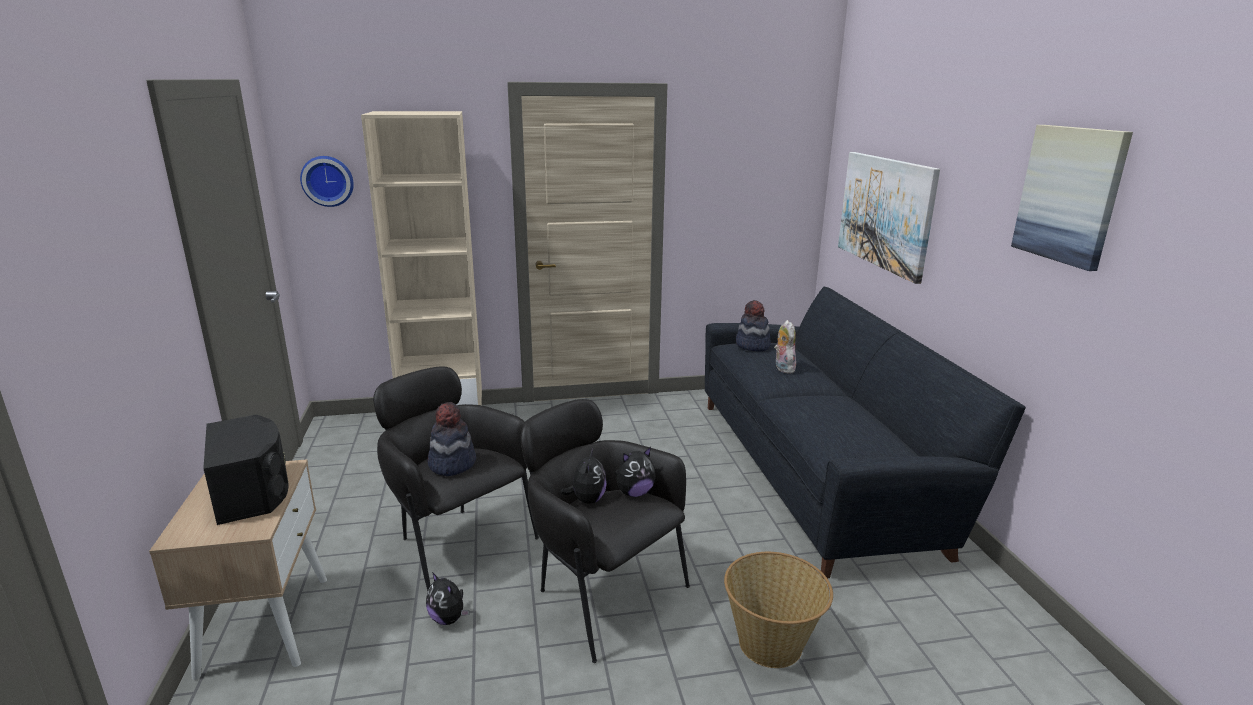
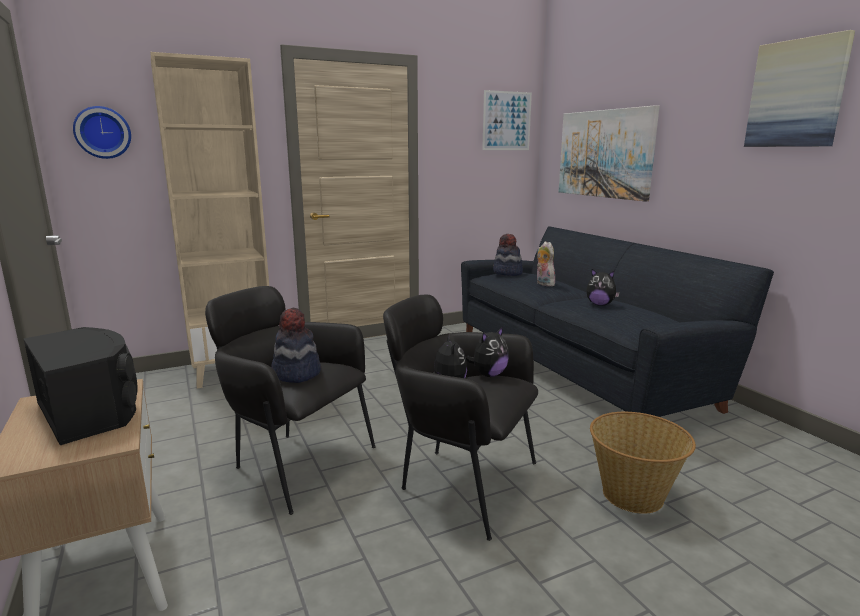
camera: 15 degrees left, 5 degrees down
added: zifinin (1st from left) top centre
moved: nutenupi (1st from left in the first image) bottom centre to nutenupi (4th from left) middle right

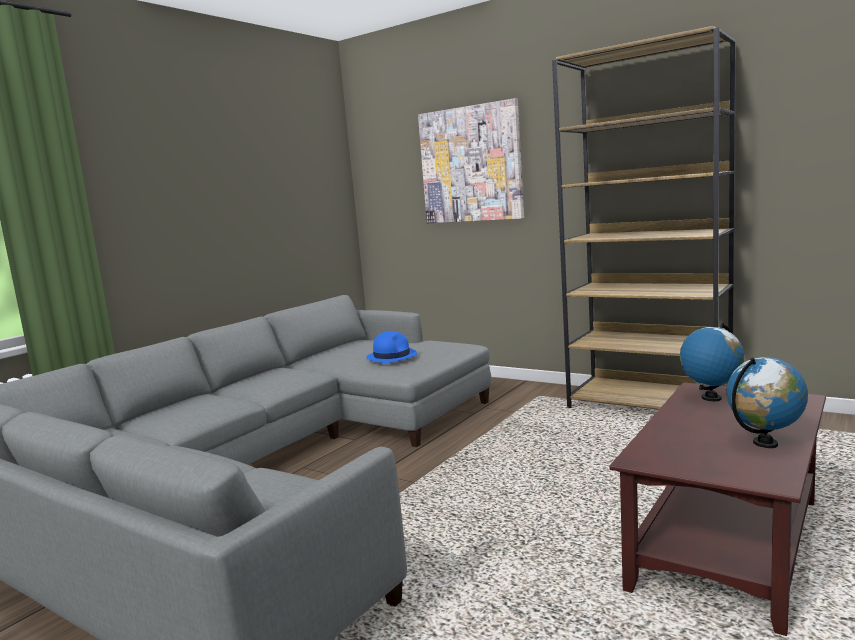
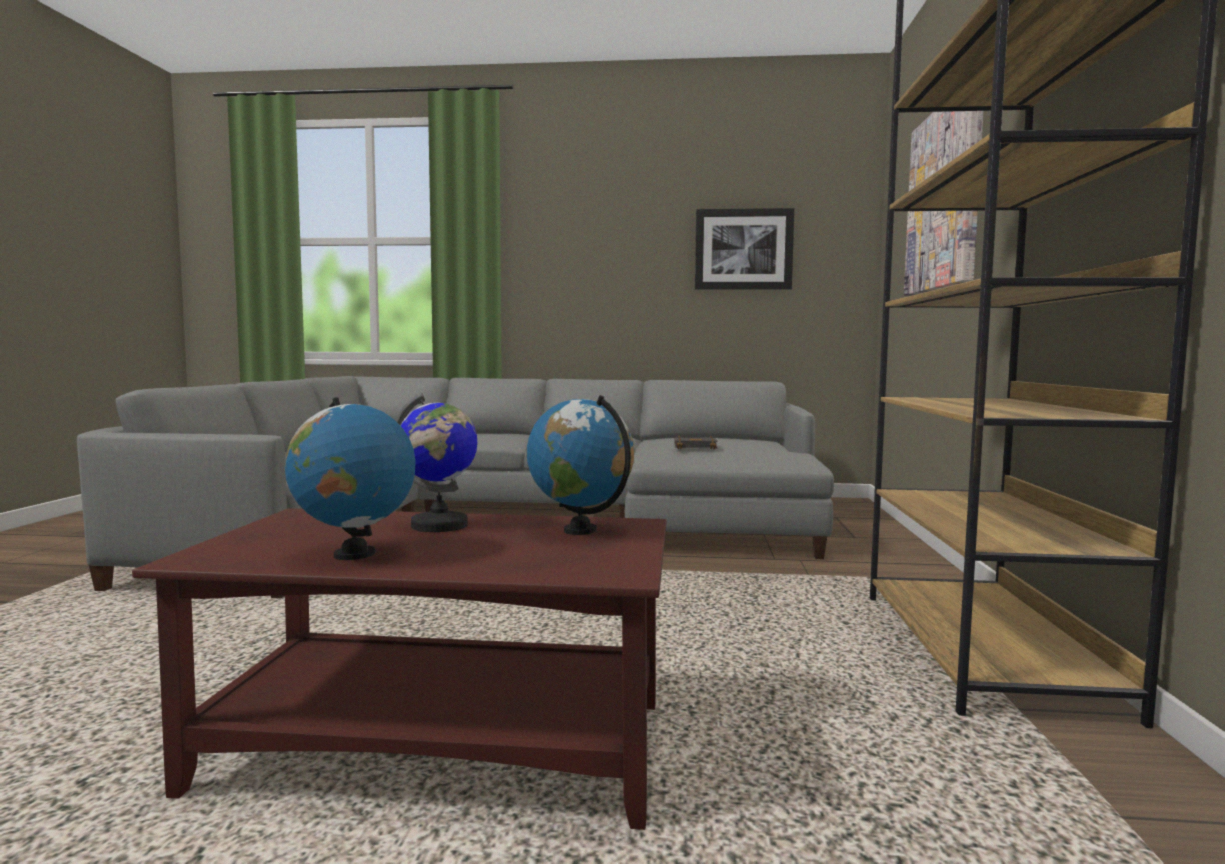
camera: 60 degrees right, 5 degrees down
added: zifinin (1st from left) top centre; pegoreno (2nd from left) centre
replaced: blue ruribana centre to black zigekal centre

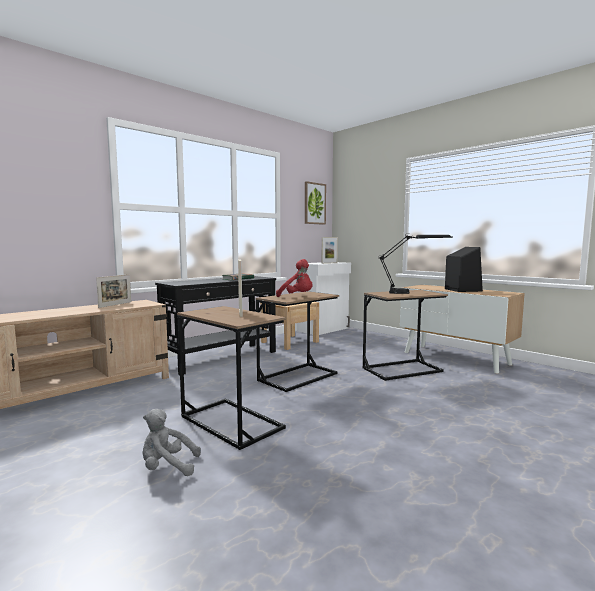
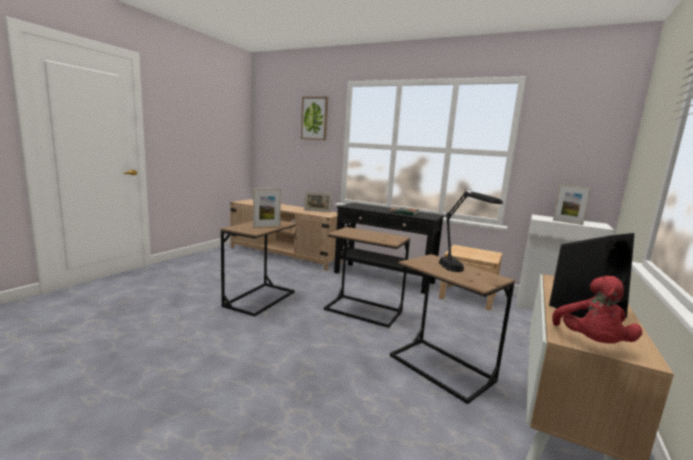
camera: 70 degrees right, 5 degrees up
removed: grey nutenupi bottom left
moved: zifinin centre to top centre; red nutenupi centre to bottom right

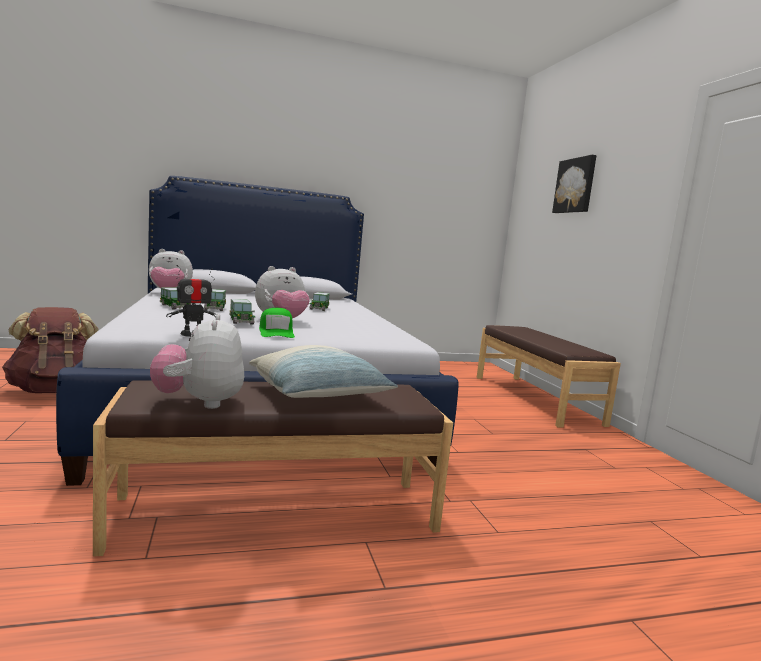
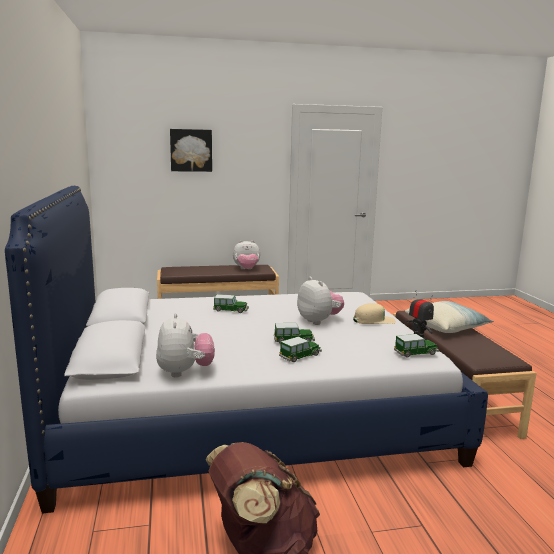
camera: 85 degrees left, 5 degrees up
moved: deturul (3rd from left in the first image) middle left to deturul (4th from left) middle right; nutenupi (2nd from left) middle left to centre
recoloured: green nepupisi centre to beige nepupisi middle right

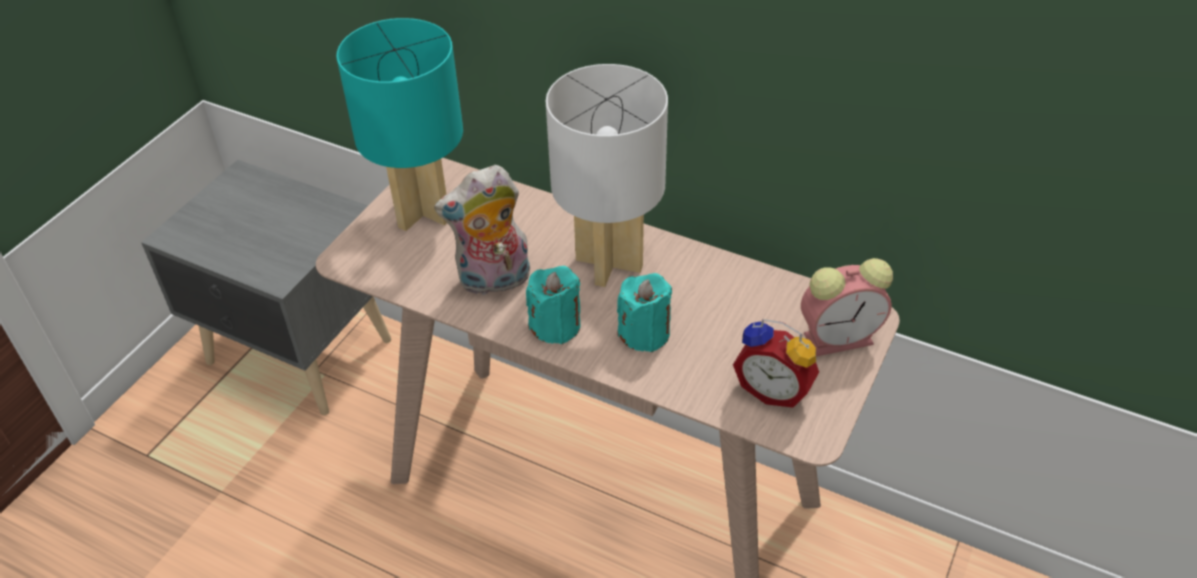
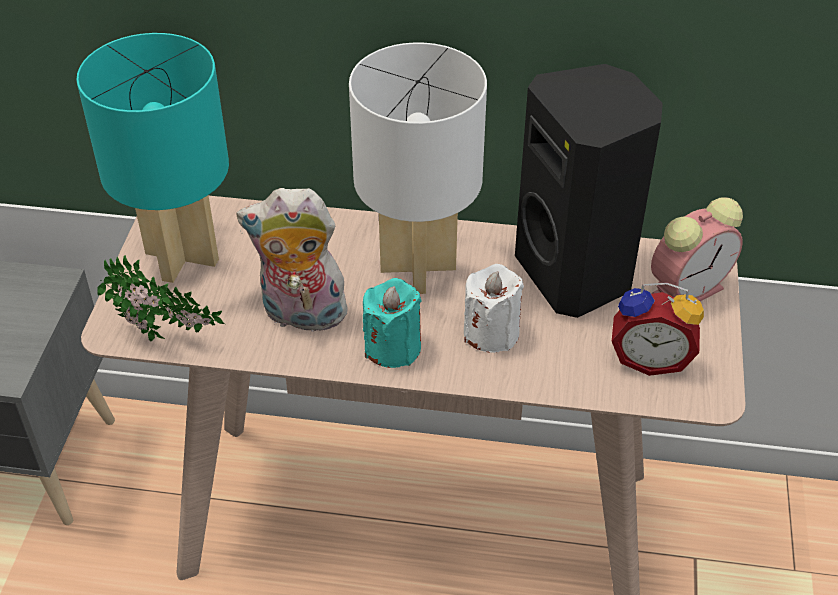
camera: 20 degrees left, 0 degrees up
added: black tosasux top right; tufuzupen middle left
recoloured: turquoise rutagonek (2nd from left) centre to white rutagonek centre
turned: nutenupi centre = centre 45 degrees clockwise

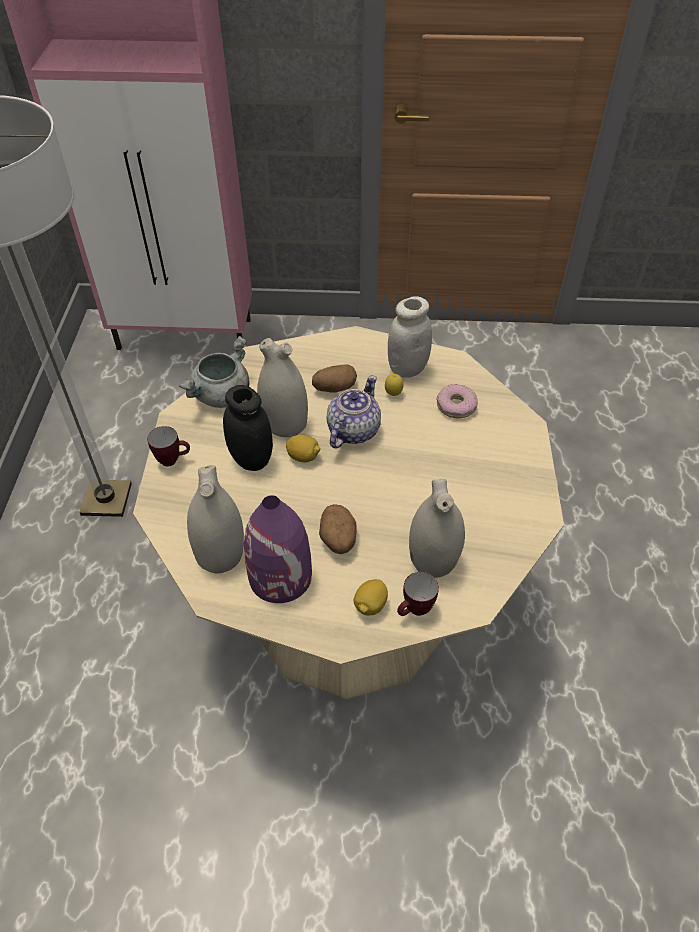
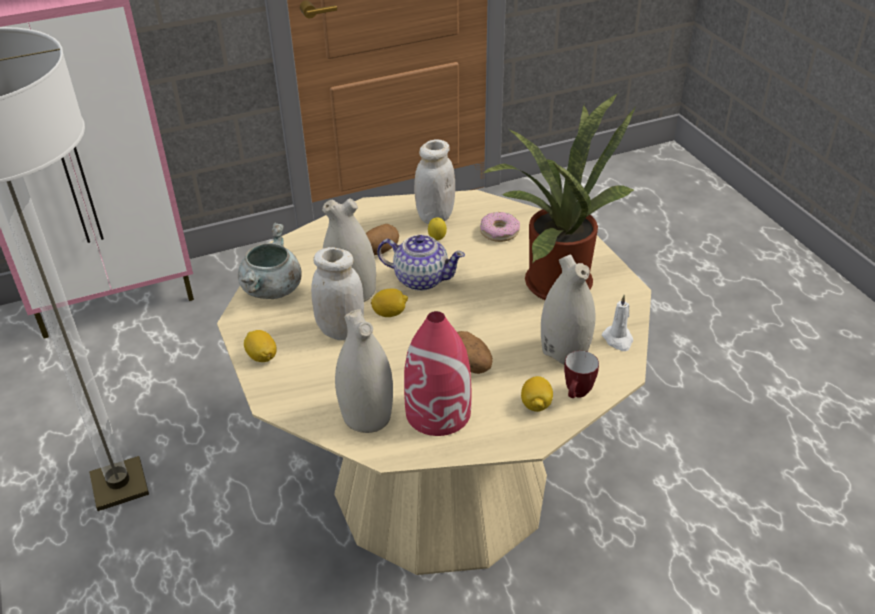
camera: 25 degrees left, 10 degrees down
added: tufuzupen top centre; white rutagonek middle right
replaced: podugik (1st from left) middle left to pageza (1st from left) middle left
recoloured: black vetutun centre to white vetutun (1st from left) centre; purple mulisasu centre to red mulisasu centre
turned: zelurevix centre = centre 105 degrees clockwise

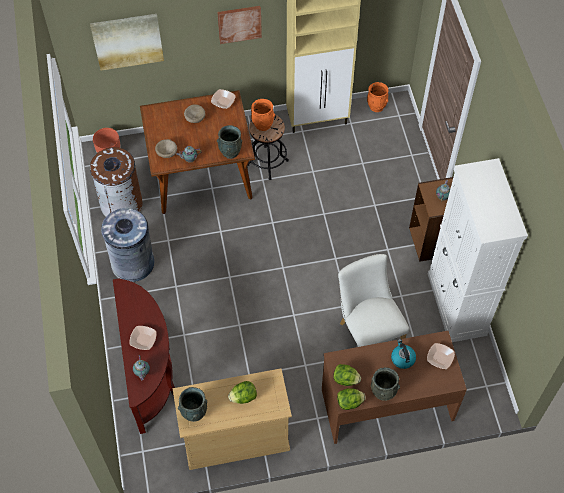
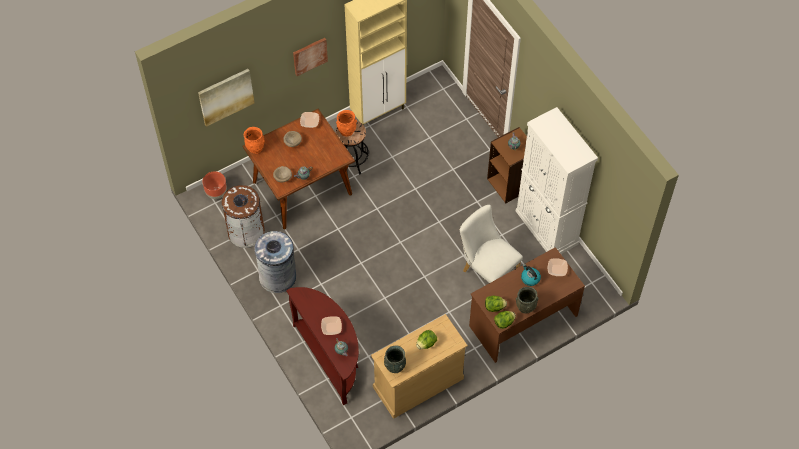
camera: 20 degrees left, 0 degrees up
removed: grey mulisasu (2nd from left) top centre
moved: orange mulisasu (2nd from left in the first image) top right to orange mulisasu (1st from left) top left

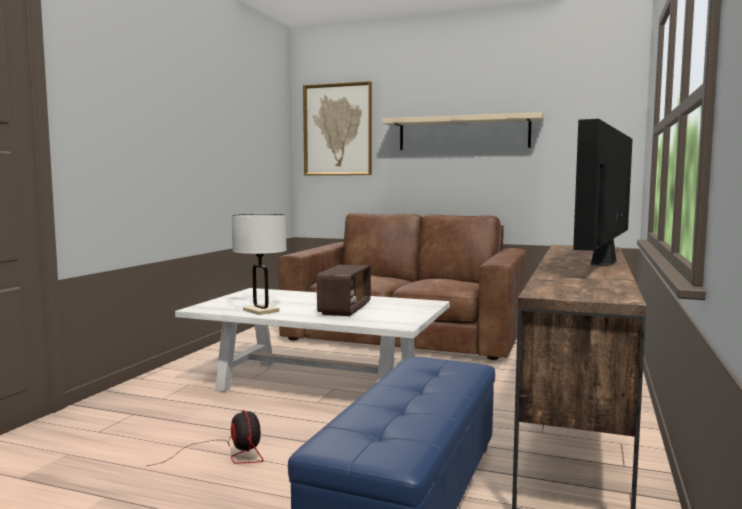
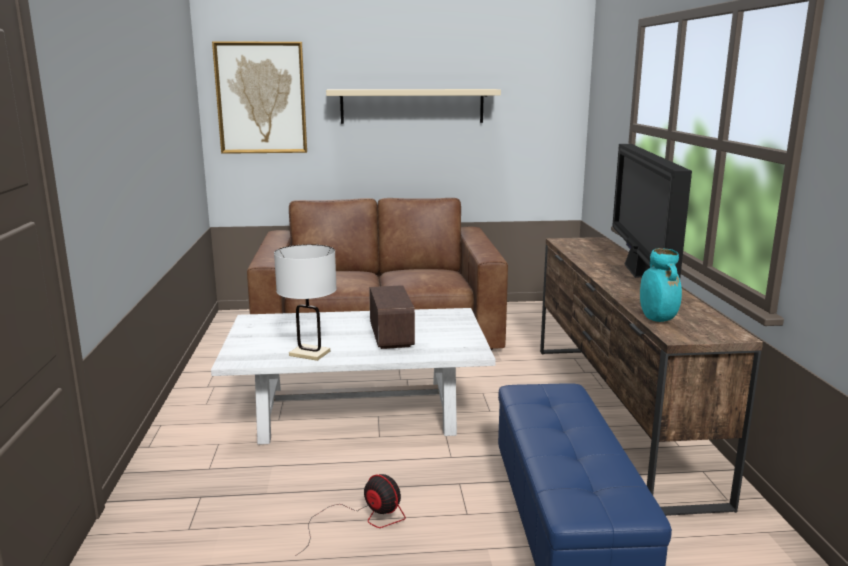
camera: 25 degrees left, 10 degrees up
added: turquoise mulisasu middle right

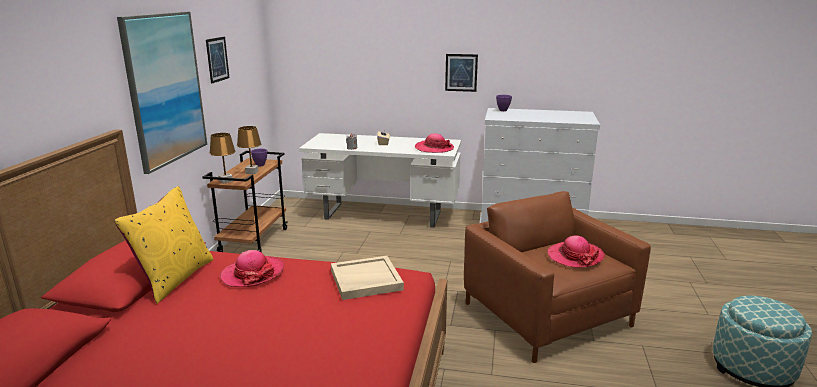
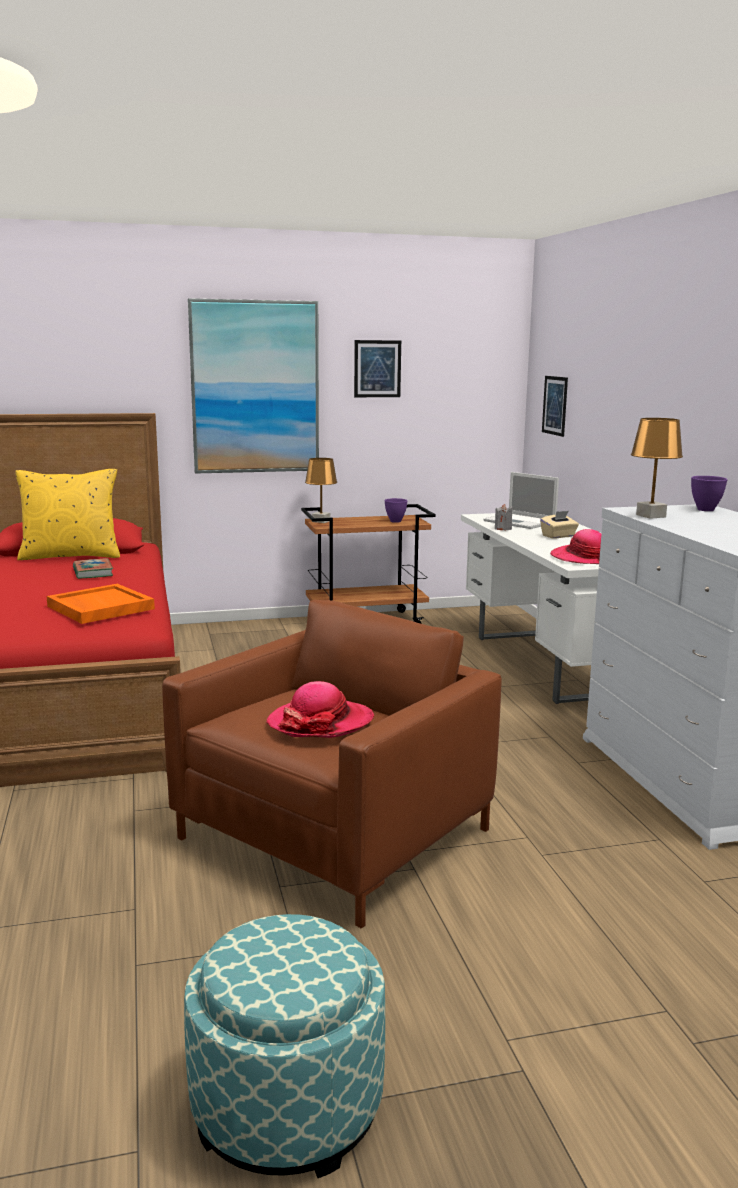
camera: 65 degrees right, 5 degrees down
added: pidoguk middle right
moved: zifinin (3rd from left) top centre to middle right; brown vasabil (2nd from left) middle left to middle right
replaced: ruribana (1st from left) bottom left to zigekal middle left
recoloured: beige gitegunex bottom centre to orange gitegunex middle left

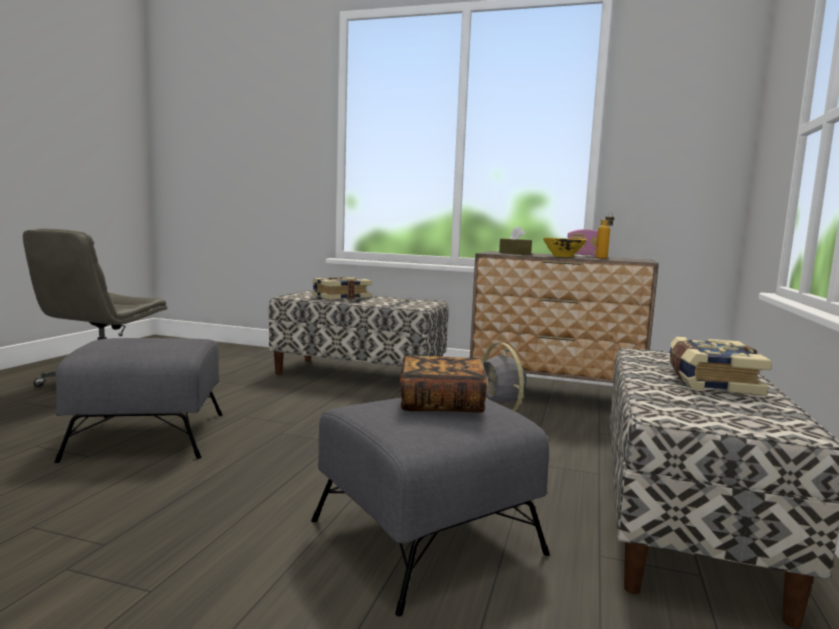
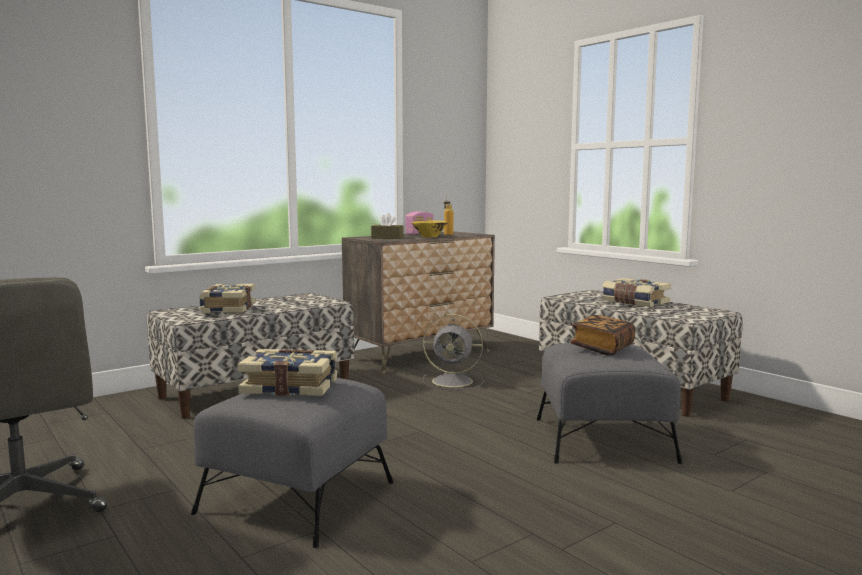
camera: 55 degrees left, 0 degrees up
added: zigekal (2nd from left) middle left

